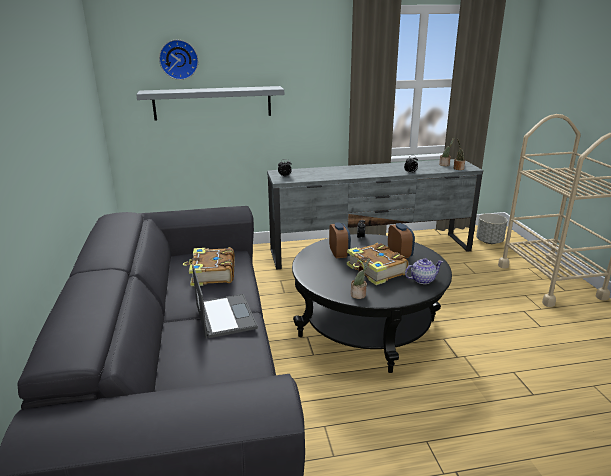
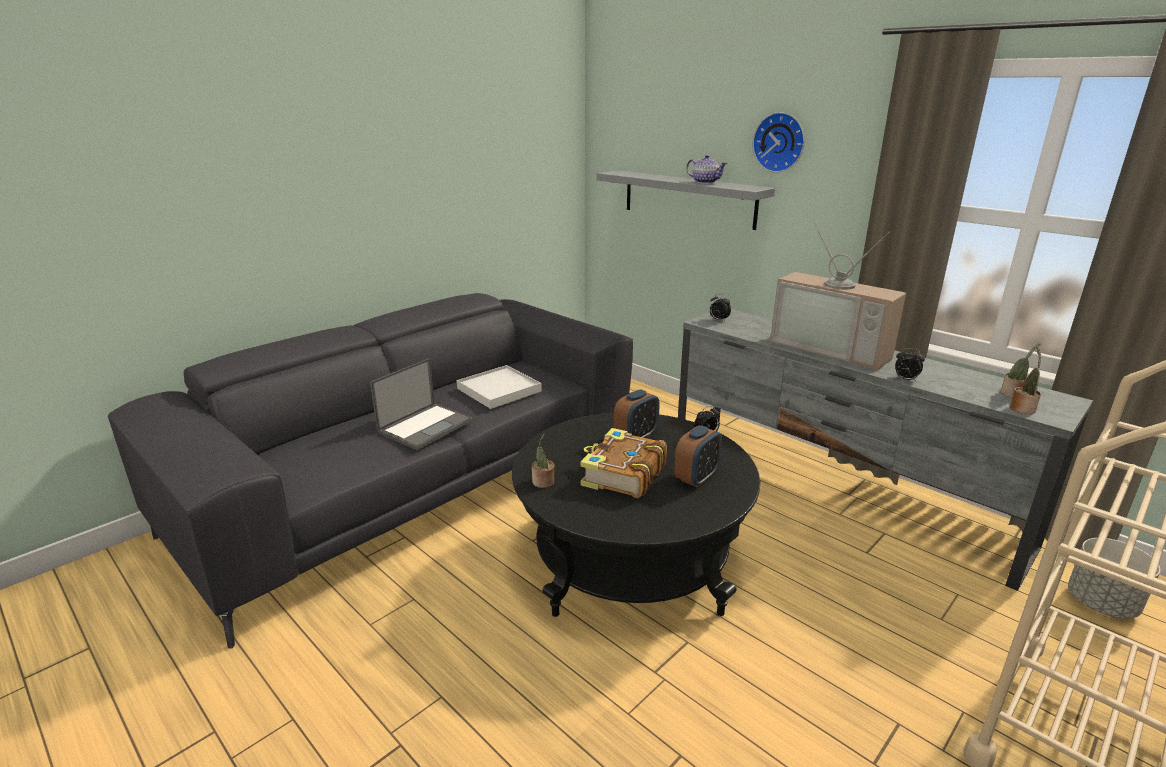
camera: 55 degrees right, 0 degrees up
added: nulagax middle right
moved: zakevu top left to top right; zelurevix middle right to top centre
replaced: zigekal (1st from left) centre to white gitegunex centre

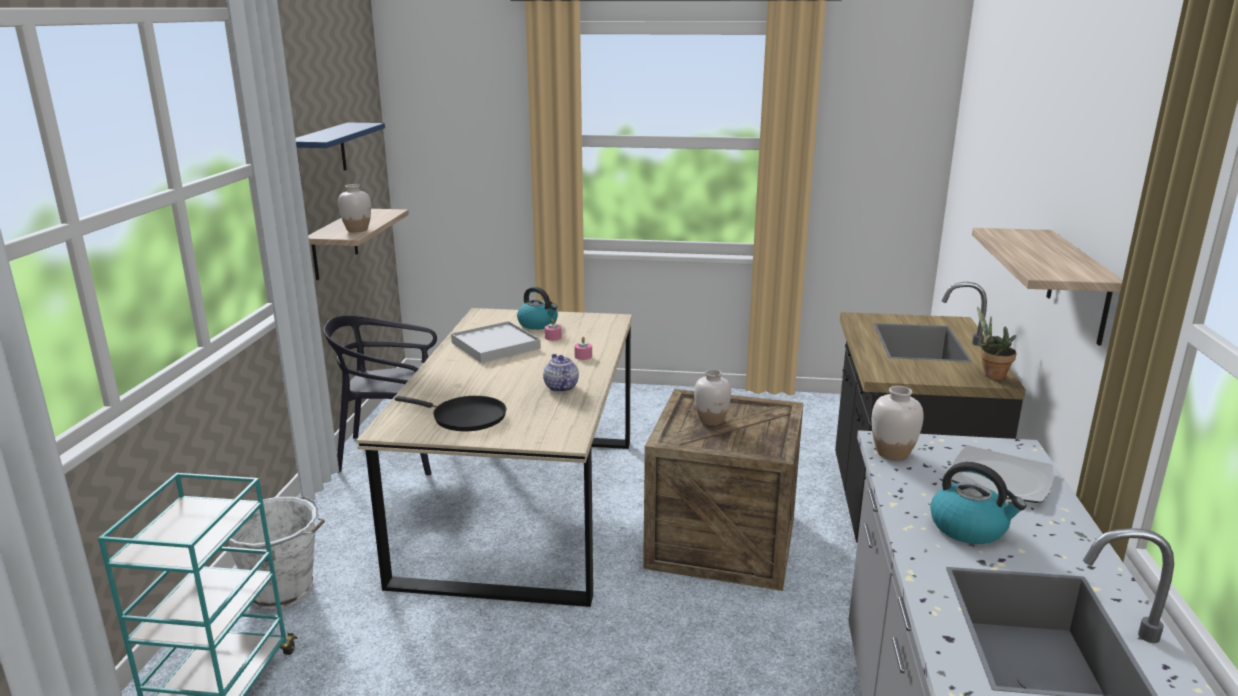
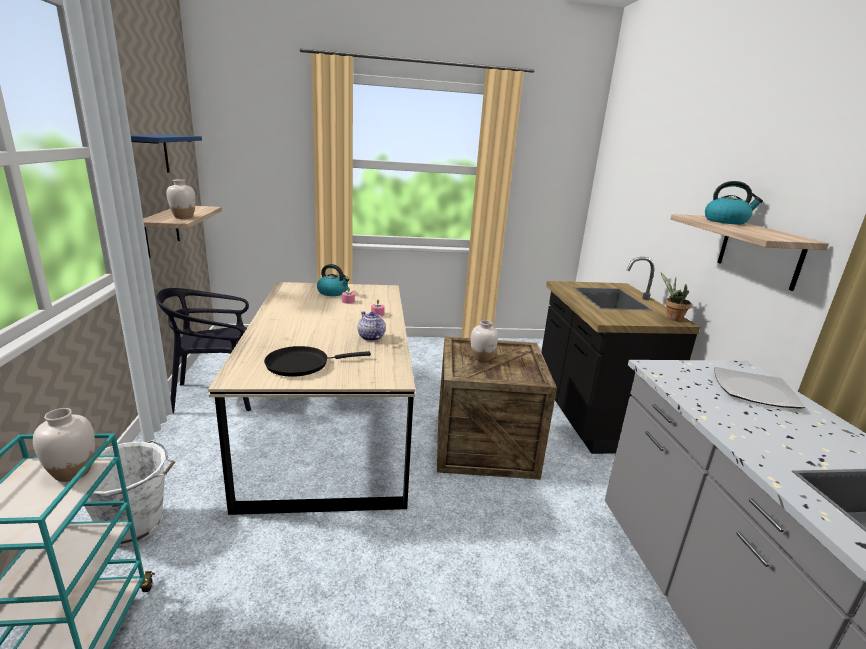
camera: 15 degrees left, 0 degrees up
removed: white gitegunex centre
moved: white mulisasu (3rd from left in the first image) middle right to white mulisasu (1st from left) bottom left; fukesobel (2nd from left) bottom right to top right
turned: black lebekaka centre = centre 150 degrees clockwise

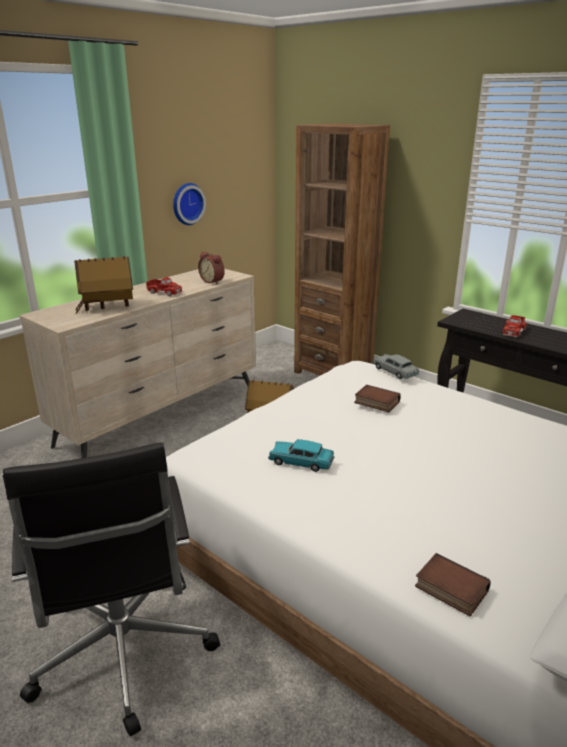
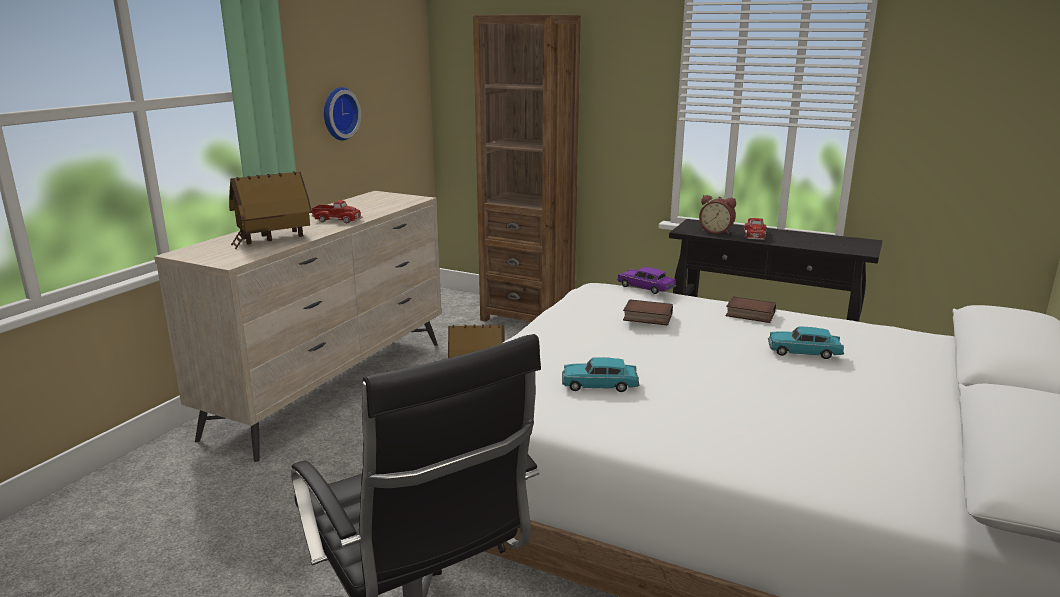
camera: 15 degrees left, 5 degrees down
added: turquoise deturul (2nd from left) middle right
moved: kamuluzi centre to middle right; zigekal (2nd from left) bottom right to middle right
recoloured: grey deturul middle right to purple deturul centre

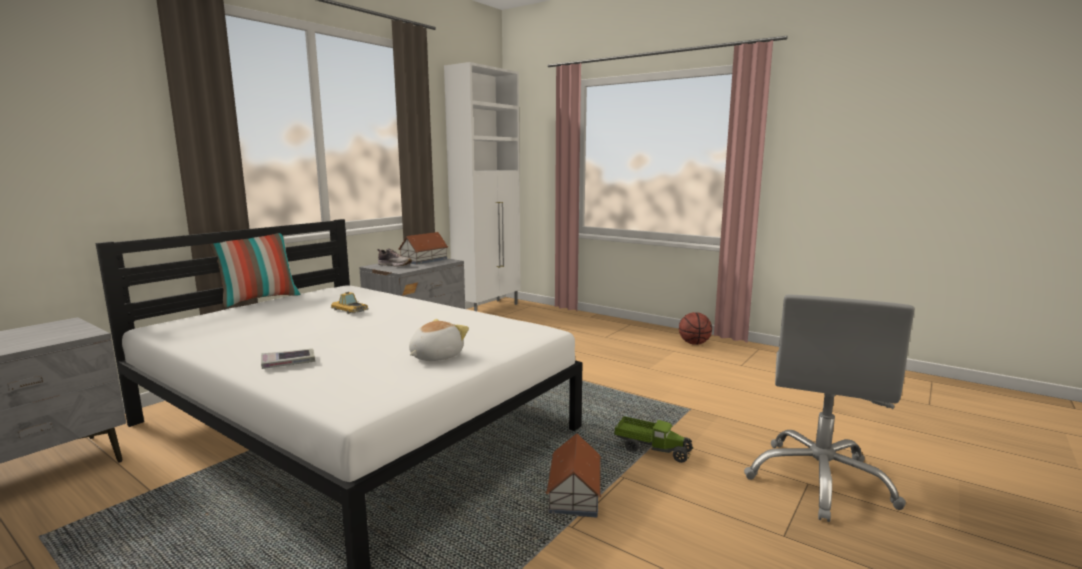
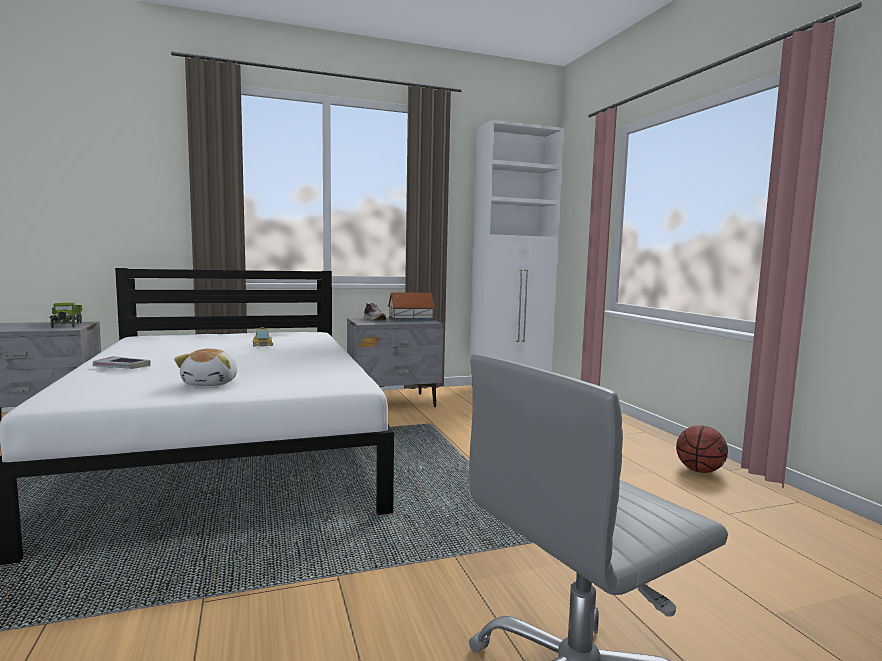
camera: 35 degrees right, 5 degrees down
removed: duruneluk middle left; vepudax (2nd from left) bottom centre
moved: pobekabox bottom centre to middle left
turned: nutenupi centre = middle left 105 degrees clockwise

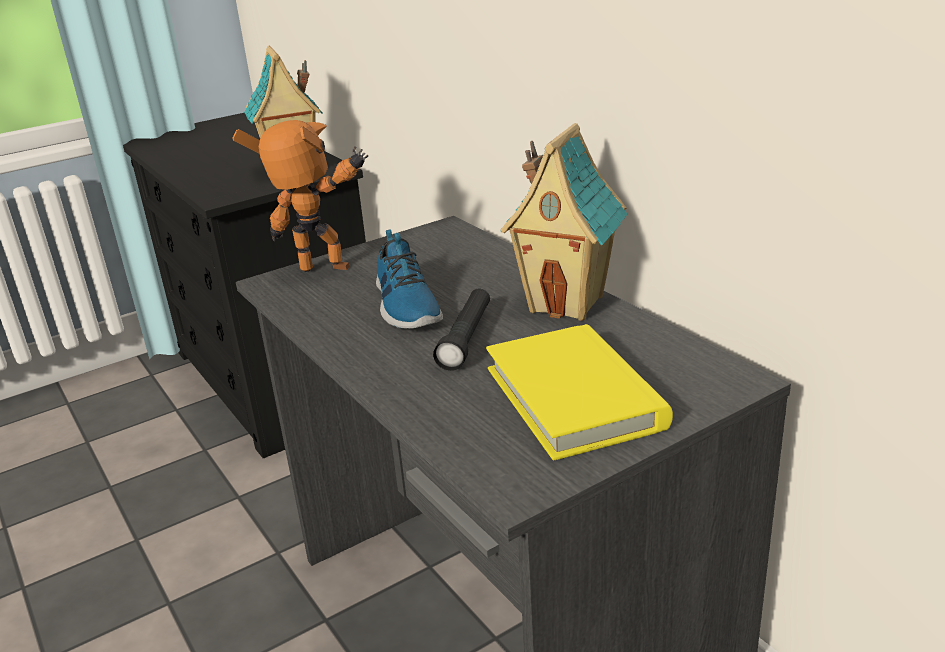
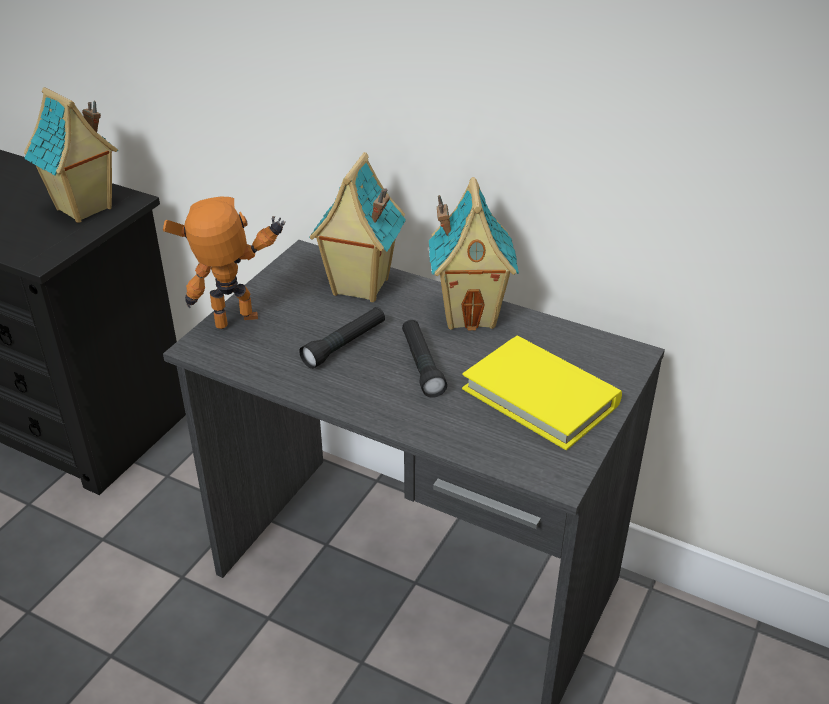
camera: 30 degrees left, 10 degrees up
added: vepudax (2nd from left) top centre
replaced: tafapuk centre to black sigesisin (1st from left) centre

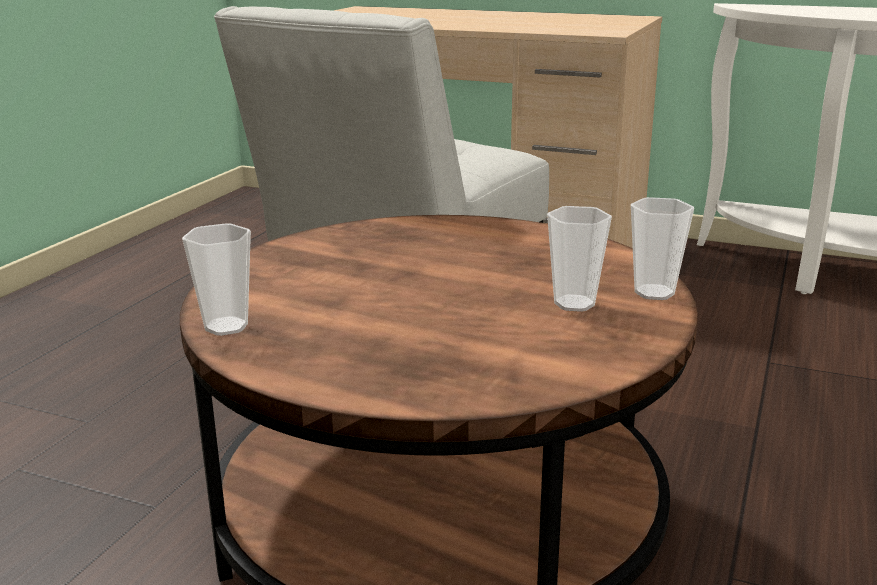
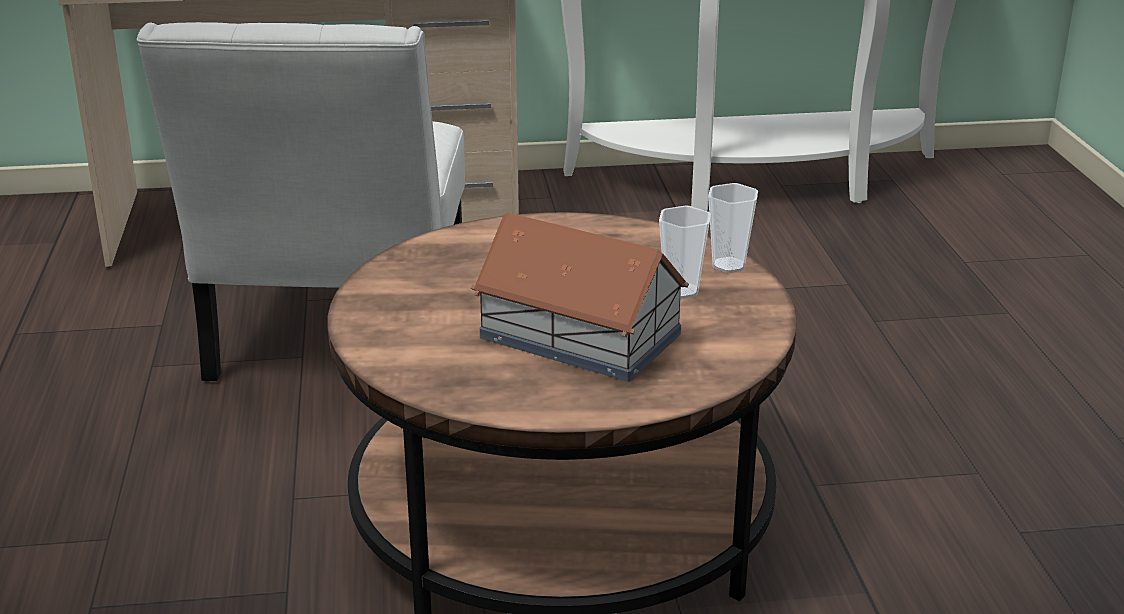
camera: 30 degrees left, 5 degrees up
removed: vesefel (1st from left) middle left
added: vepudax centre

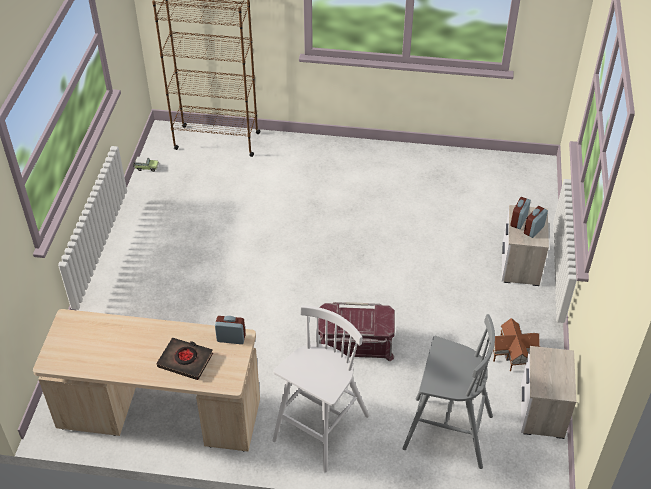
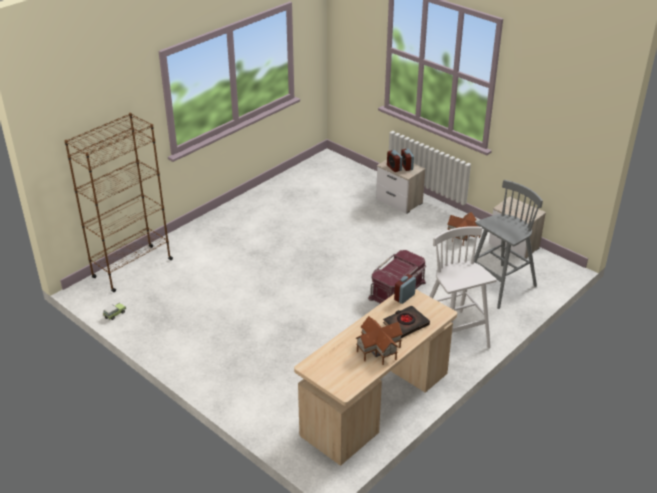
camera: 55 degrees left, 10 degrees down
added: vepudax (1st from left) bottom centre

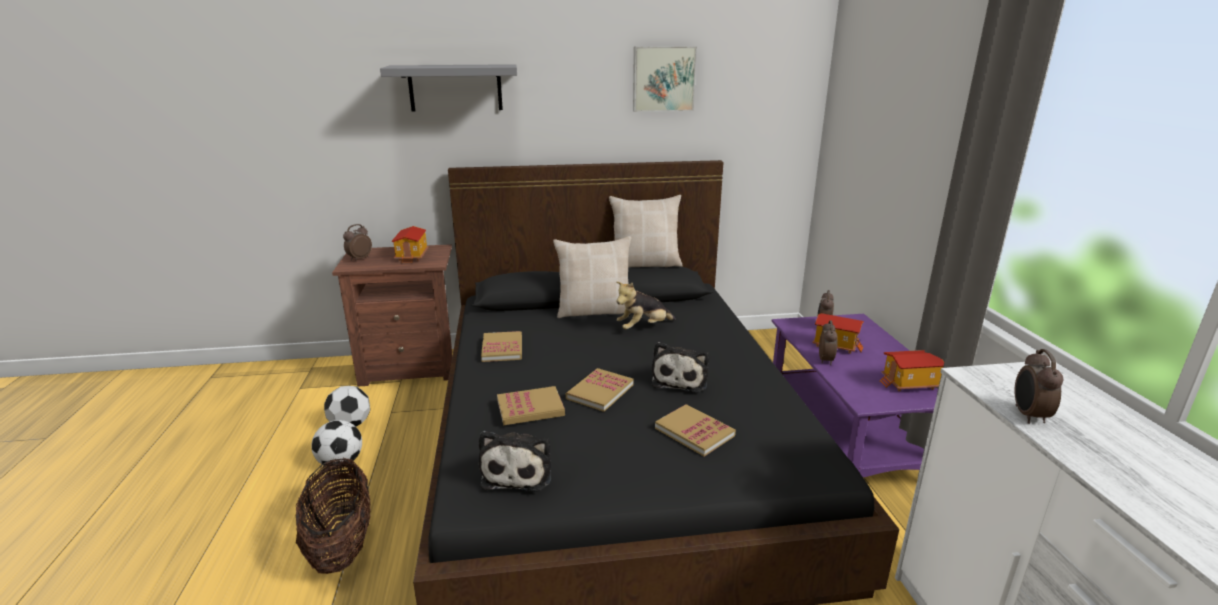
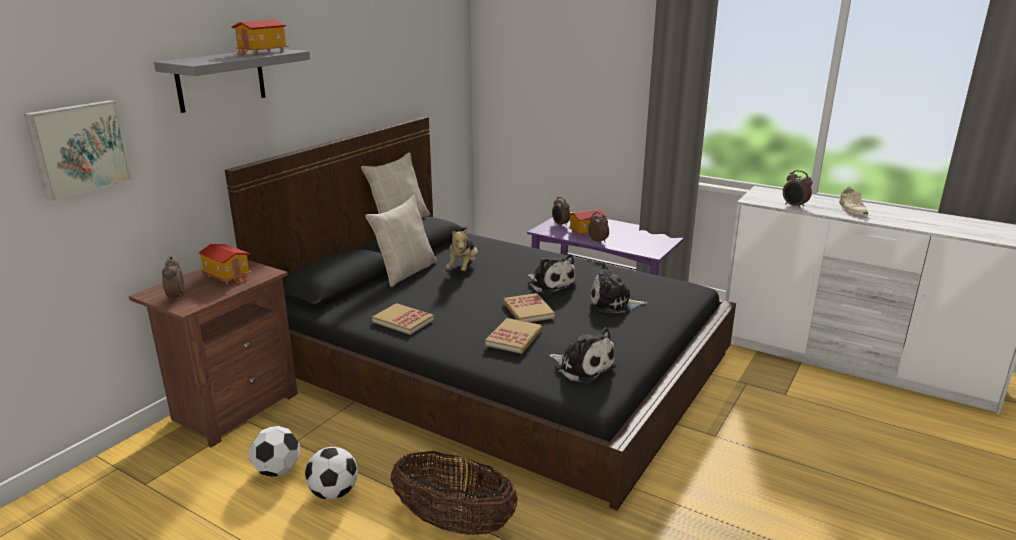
camera: 50 degrees left, 0 degrees up
added: beige tafapuk middle right
moved: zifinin top centre to top left; vepudax (3rd from left in the first image) middle right to vepudax (2nd from left) top left
replaced: zigekal (4th from left) bottom centre to nutenupi (4th from left) centre

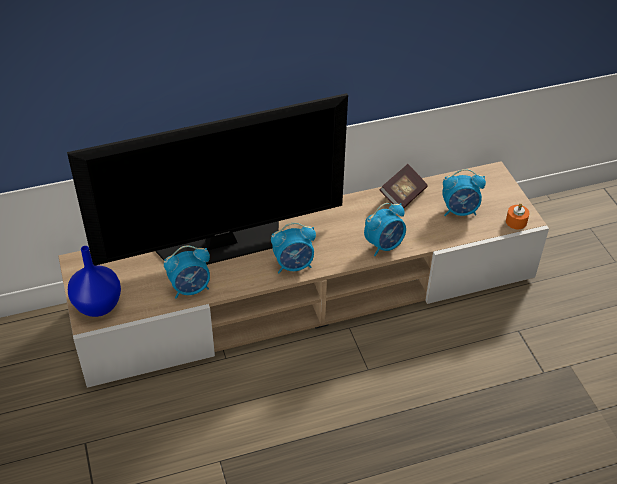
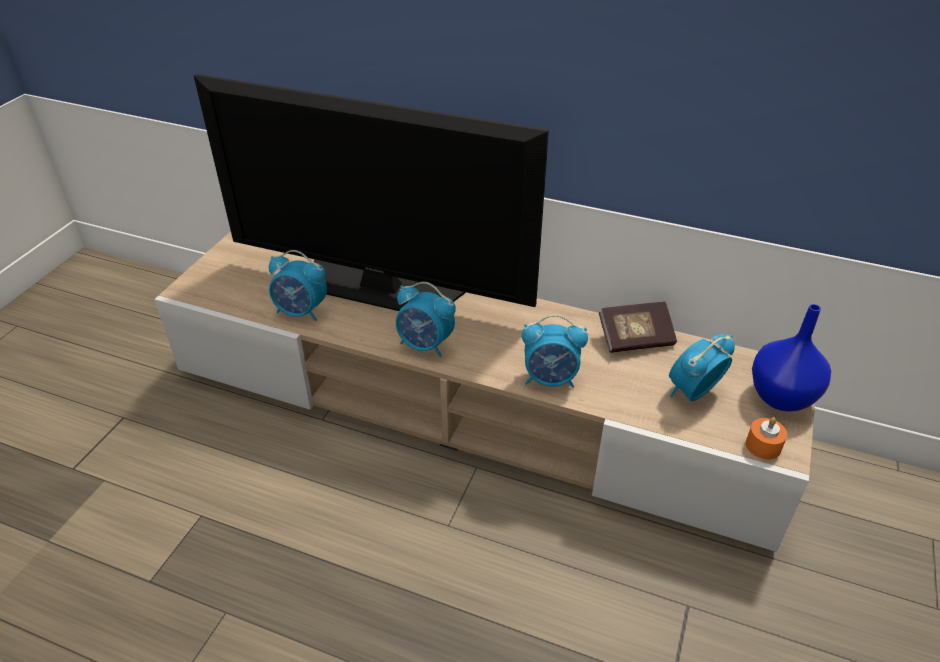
camera: 40 degrees right, 5 degrees down
moved: blue mulisasu middle left to middle right
turned: kamuluzi (4th from left) middle right = middle right 105 degrees clockwise

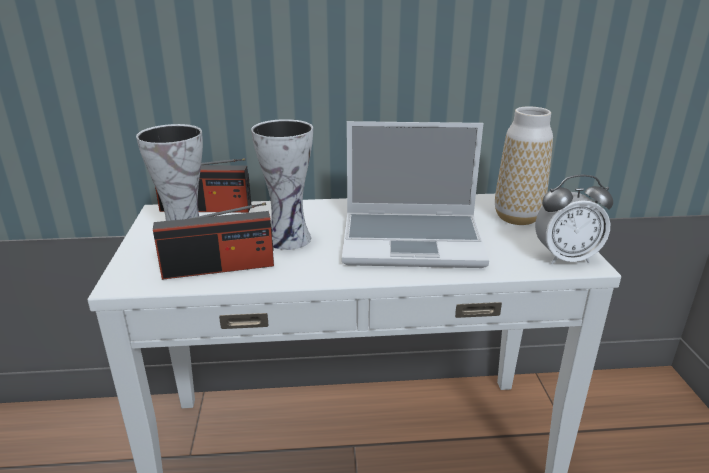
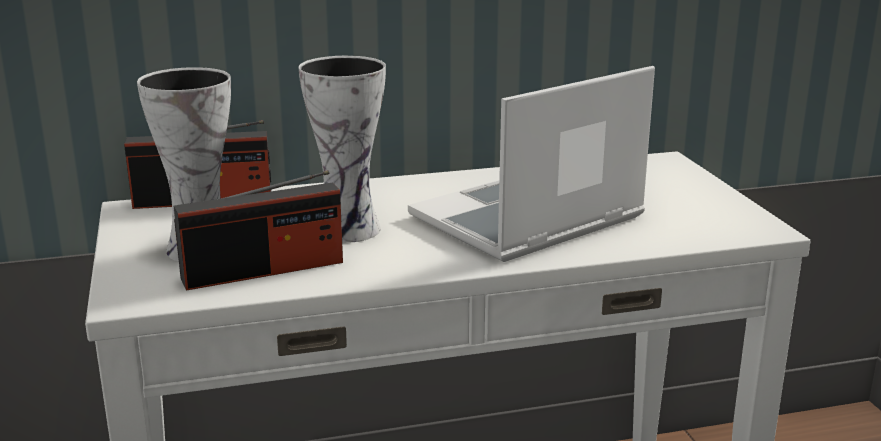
camera: 10 degrees left, 5 degrees down
removed: mulisasu (3rd from left) middle right; kamuluzi middle right
turned: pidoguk centre = centre 150 degrees clockwise

